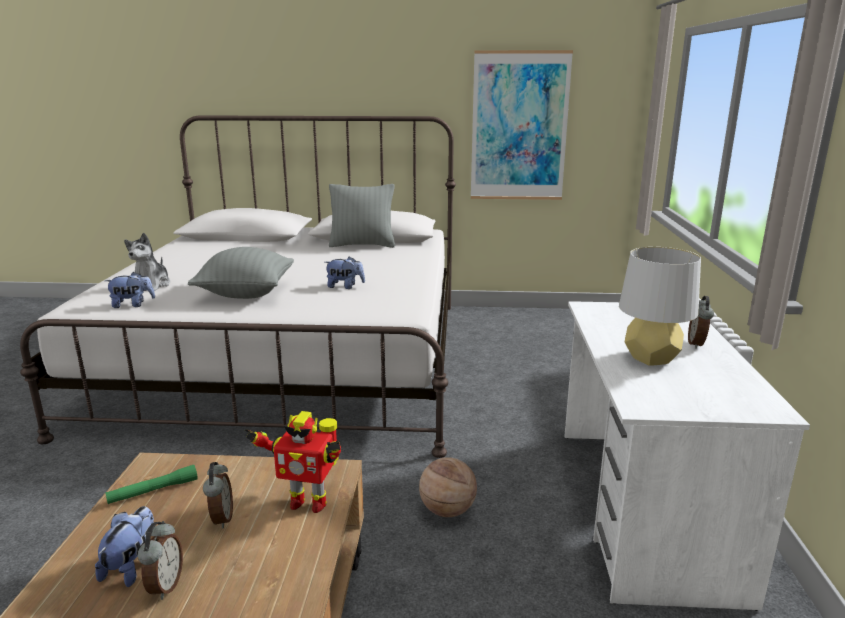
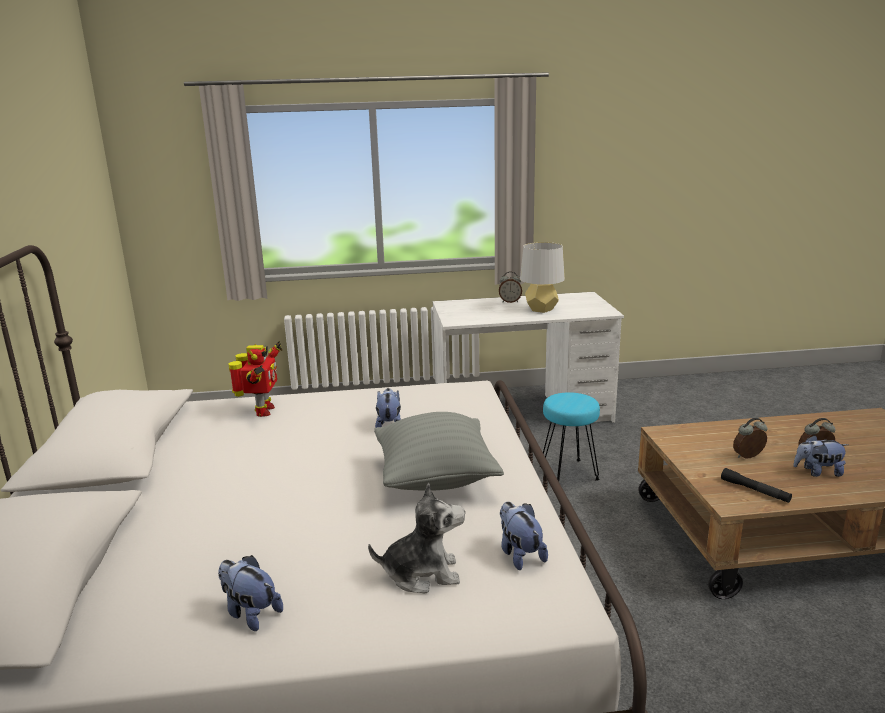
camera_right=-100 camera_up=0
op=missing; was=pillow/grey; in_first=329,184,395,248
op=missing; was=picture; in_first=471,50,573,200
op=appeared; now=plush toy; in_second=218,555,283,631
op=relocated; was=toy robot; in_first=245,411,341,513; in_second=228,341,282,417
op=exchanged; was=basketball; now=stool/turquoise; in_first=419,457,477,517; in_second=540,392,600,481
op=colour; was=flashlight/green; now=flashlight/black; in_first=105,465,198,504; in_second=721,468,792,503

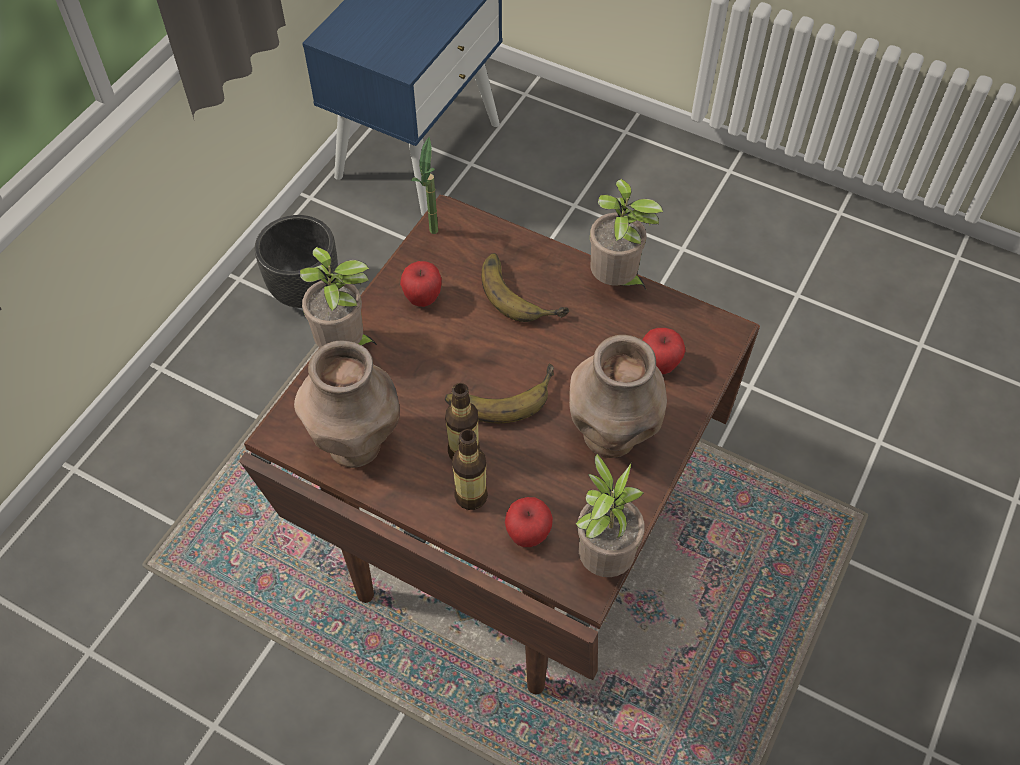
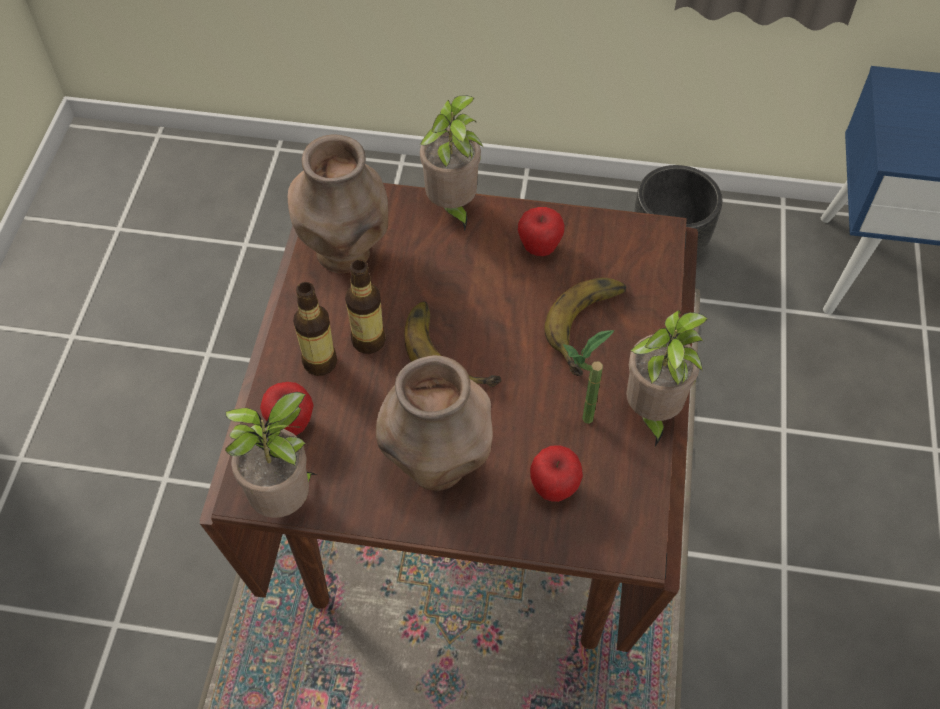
camera_right=70 camera_up=0
op=relocated; was=potted plant; in_first=410,137,438,234; in_second=563,330,614,424

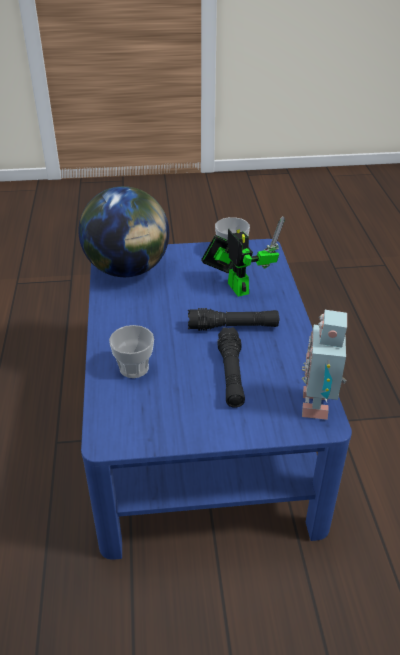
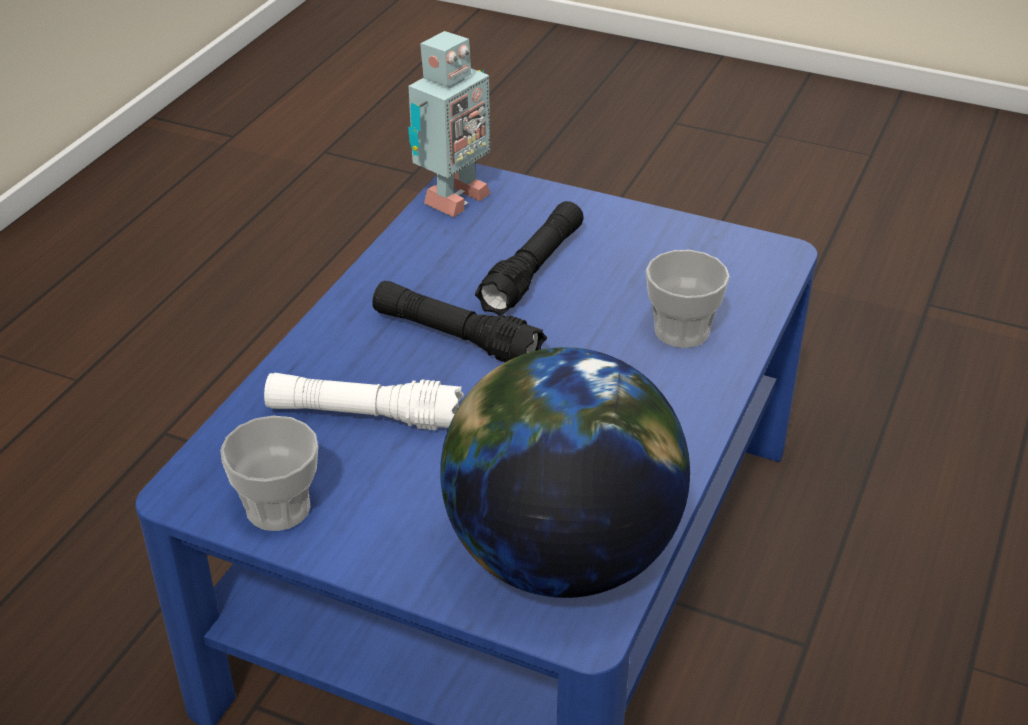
camera_right=-150 camera_up=0
op=exchanged; was=toy robot; now=flashlight/white; in_first=201,216,285,297; in_second=264,373,464,430

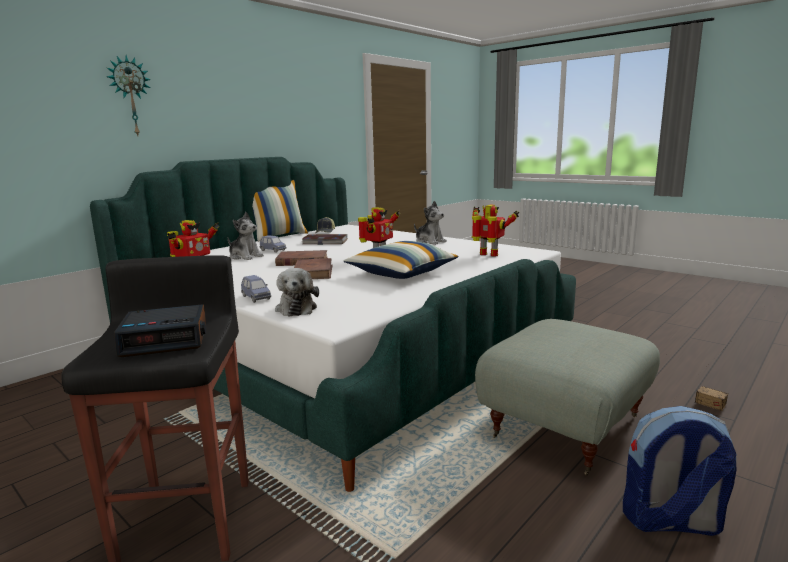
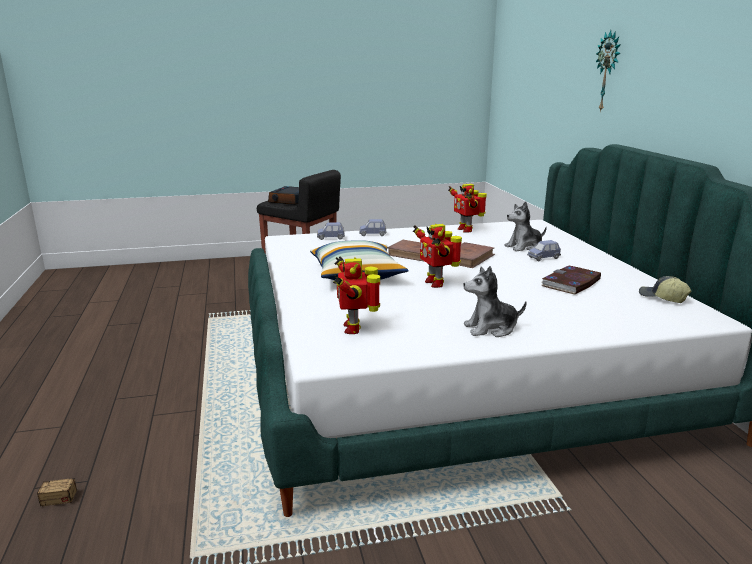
camera_right=125 camera_up=5
op=missing; was=pillow; in_first=252,180,308,242
op=missing; was=ottoman/grey; in_first=475,319,660,476
op=missing; was=backpack; in_first=623,406,737,536
op=exchanged; was=plush toy; now=toy car/blue; in_first=275,268,319,316; in_second=317,222,345,240
op=spun; was=toy robot; in_first=472,205,519,257; in_second=333,256,380,334; clockwise=105

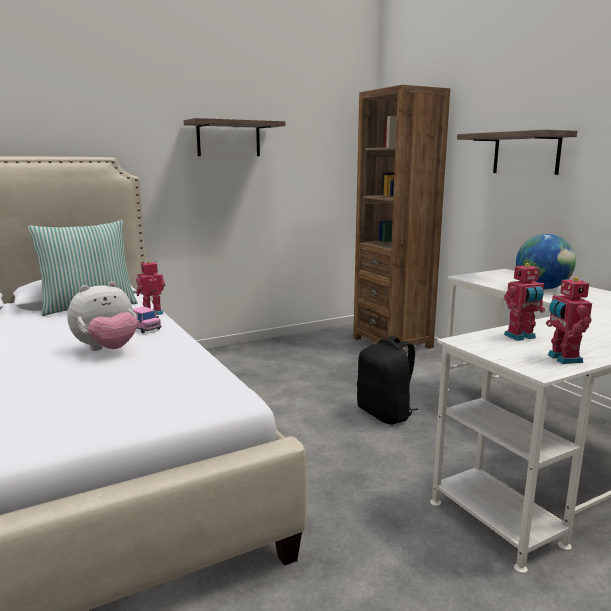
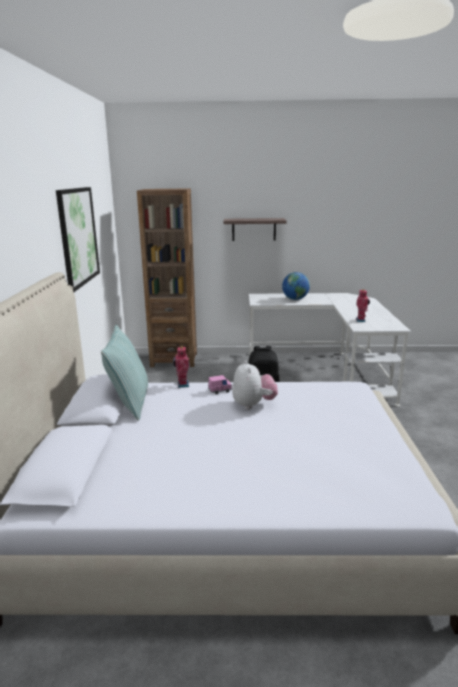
camera_right=-60 camera_up=5
op=missing; was=toy robot; in_first=546,276,592,364
op=exchanged; was=shelf; now=picture; in_first=184,118,285,156; in_second=56,187,100,292

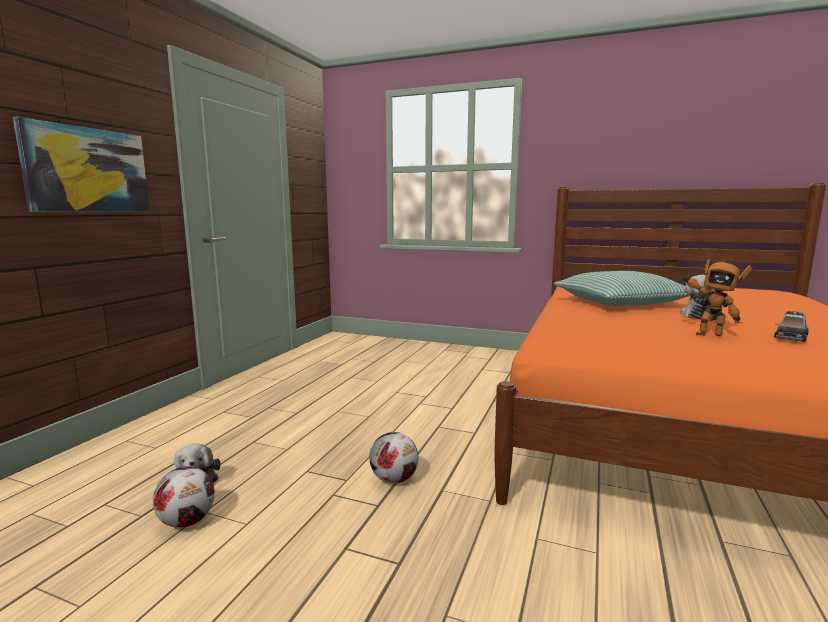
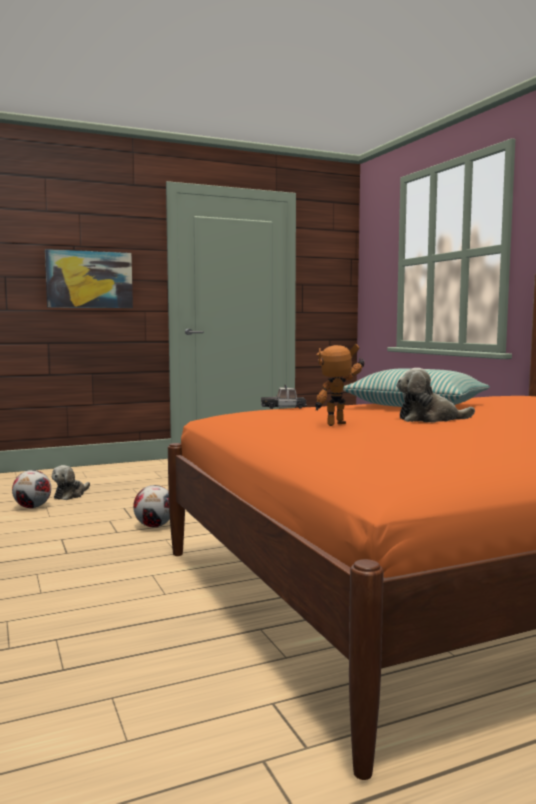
camera_right=45 camera_up=-5
op=relocated; was=toy car; in_first=774,311,810,342; in_second=261,385,307,409
op=spun; was=toy robot; in_first=681,259,752,336; in_second=315,344,365,426; clockwise=75

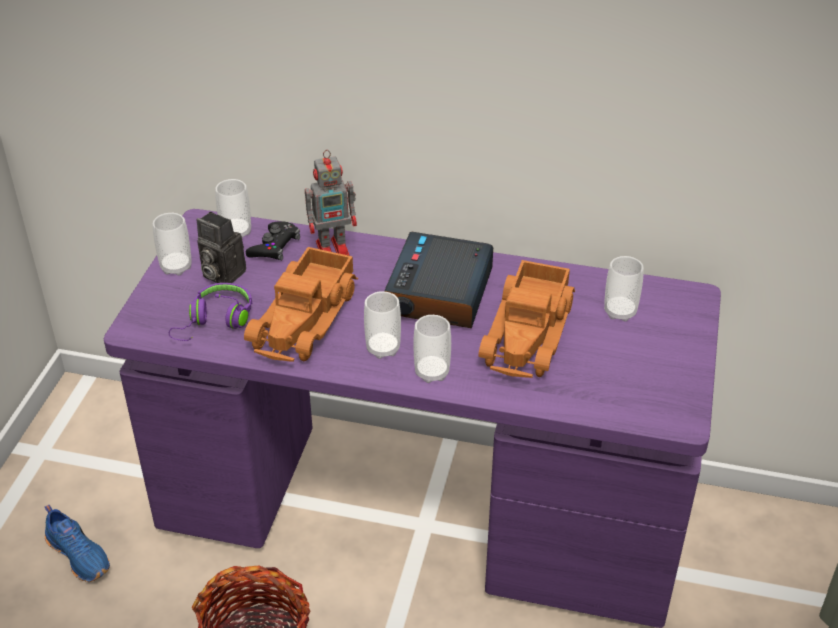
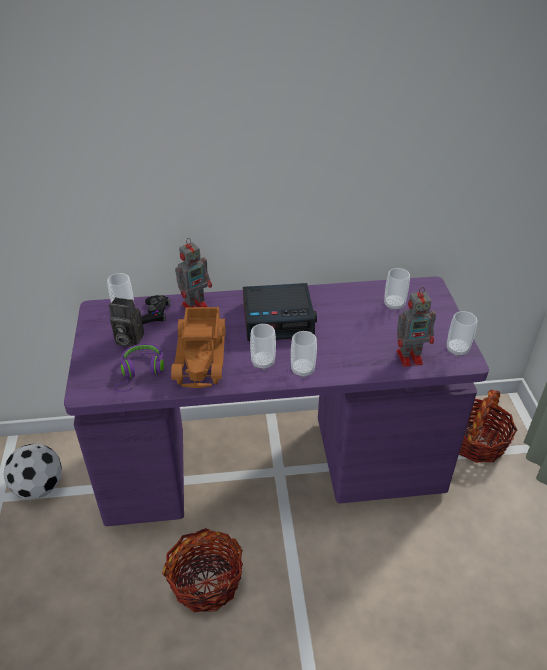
camera_right=-20 camera_up=0
op=missing; was=shoe/blue; in_first=45,505,110,582
op=missing; was=toy truck; in_first=478,260,575,378
op=appeared; now=football; in_second=4,443,62,499
op=appeared; now=toy robot; in_second=396,287,436,367
op=appeared; now=basket; in_second=459,390,517,463
op=relocated; was=cup; in_first=153,213,192,275; in_second=447,311,477,357
op=spun; was=alarm clock; in_first=384,232,493,328; in_second=243,283,317,341; clockwise=-90

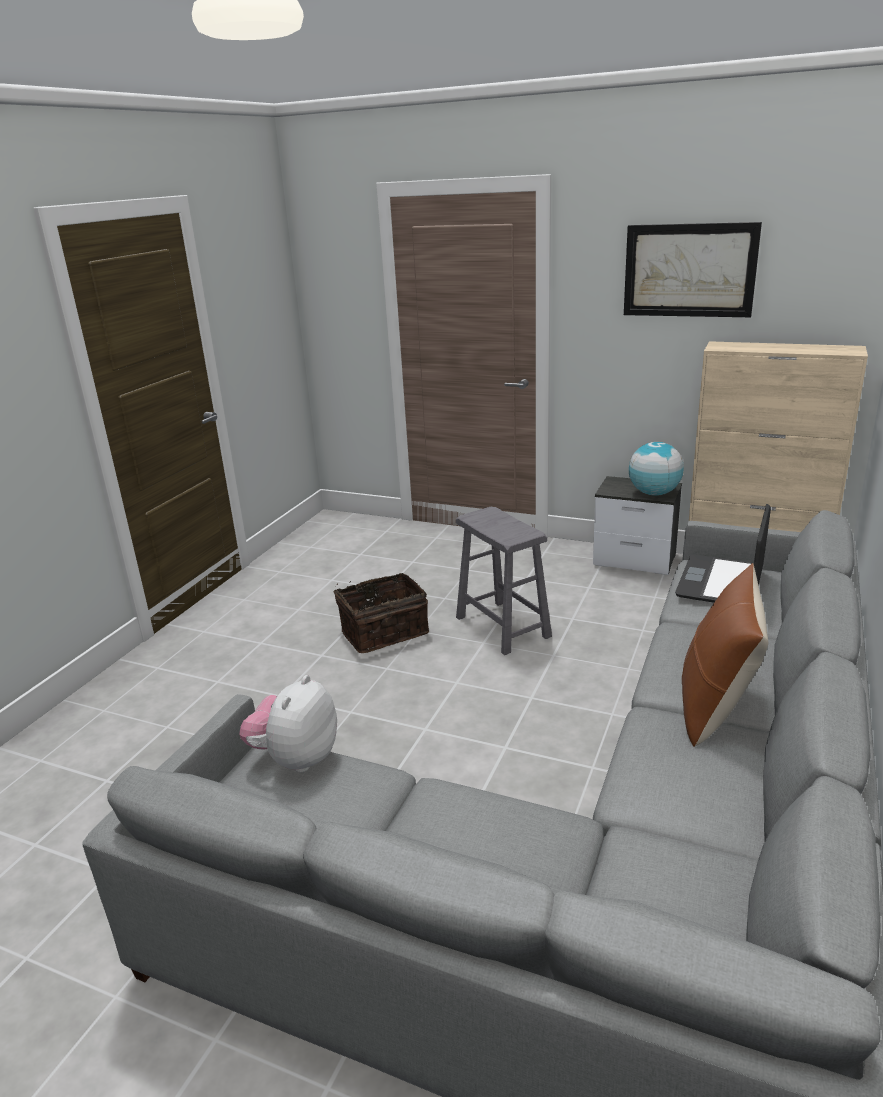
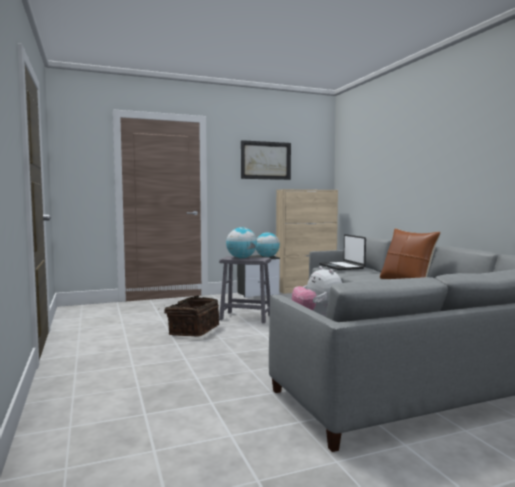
camera_right=-45 camera_up=-20
op=appeared; now=globe; in_second=226,227,257,258

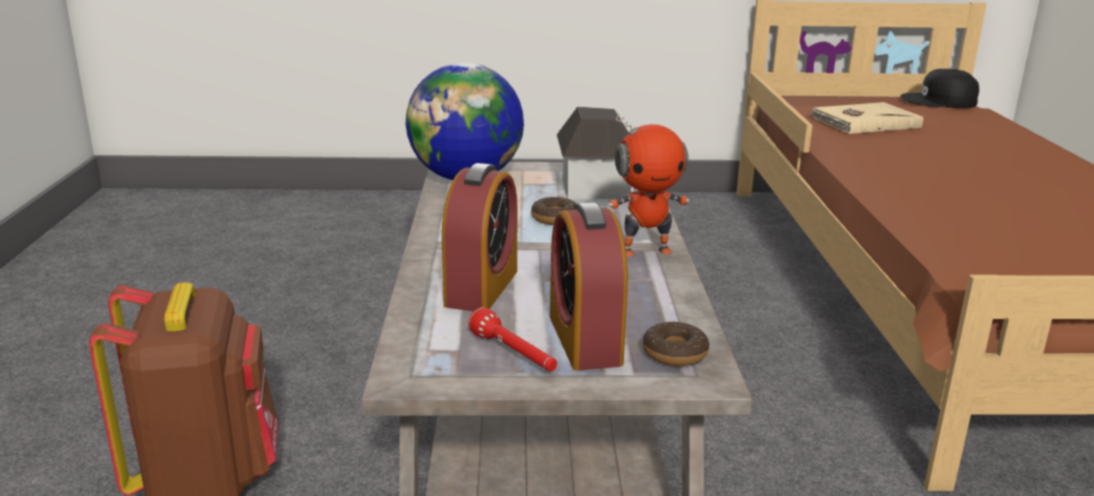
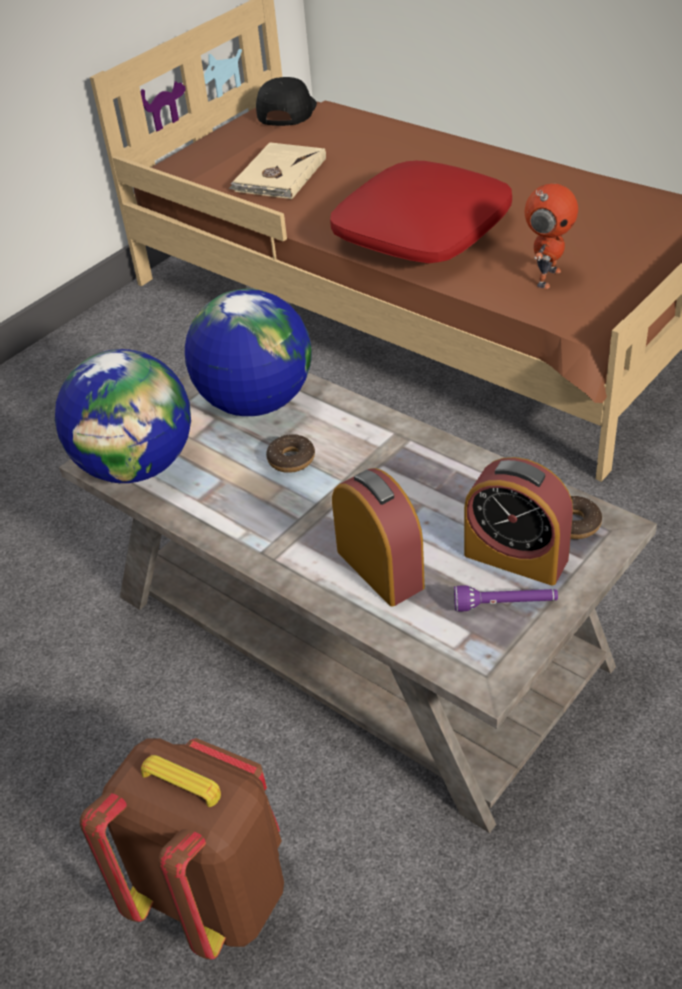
camera_right=-45 camera_up=20
op=appeared; now=pillow/red; in_second=330,161,512,263
op=relocated; was=toy robot; in_first=608,114,689,257; in_second=525,183,578,289
op=exchanged; was=toy house; now=globe; in_first=557,107,631,200; in_second=185,289,311,416
op=colour; was=flashlight/red; now=flashlight/purple; in_first=468,307,557,371; in_second=454,585,558,612
op=spun; was=cap/black; in_first=900,69,979,108; in_second=256,77,317,126; clockwise=135

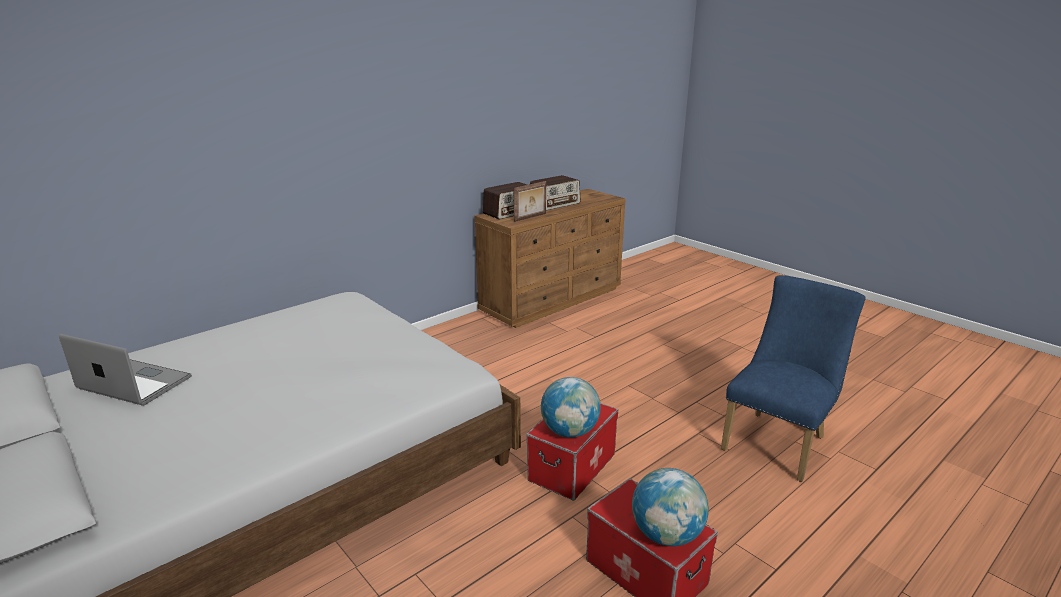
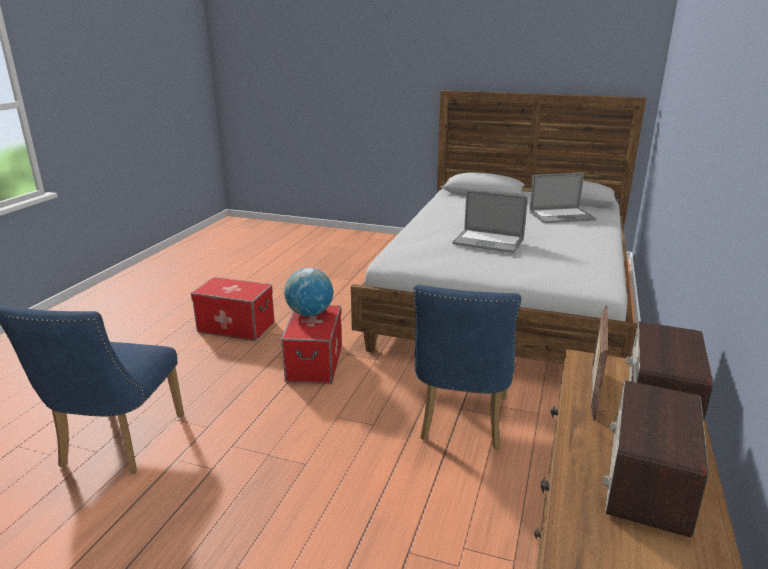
camera_right=150 camera_up=0
op=missing; was=globe; in_first=632,468,709,546
op=appeared; now=chair/blue; in_second=414,285,521,449
op=appeared; now=laptop; in_second=452,190,528,253

